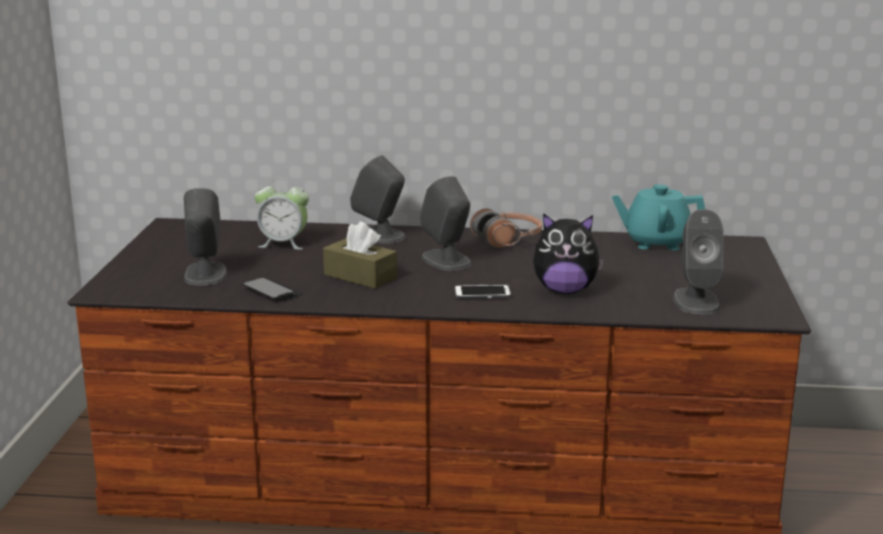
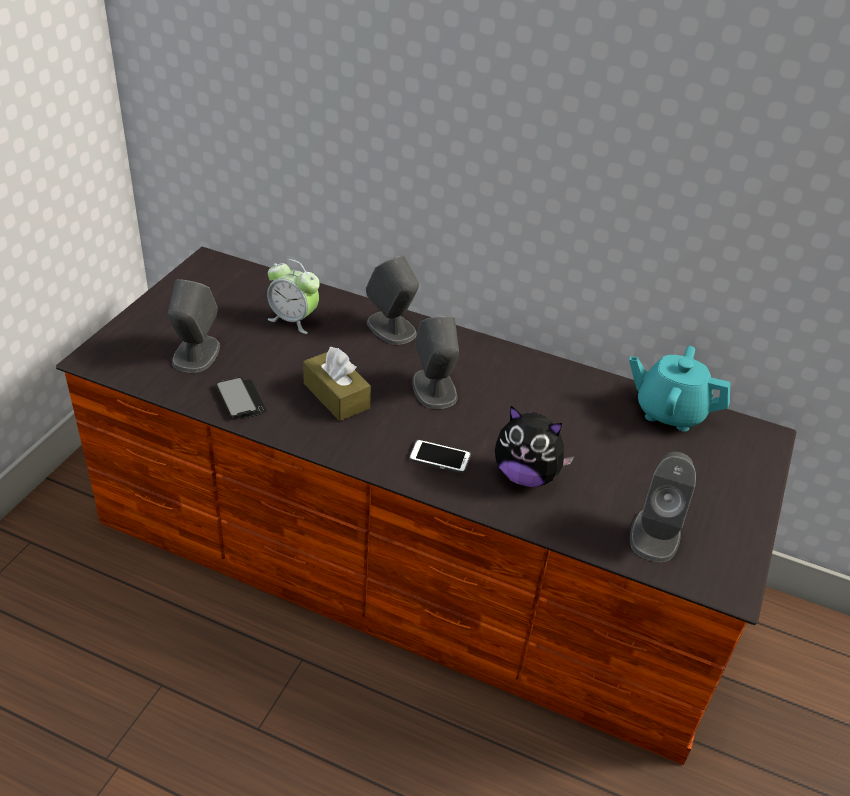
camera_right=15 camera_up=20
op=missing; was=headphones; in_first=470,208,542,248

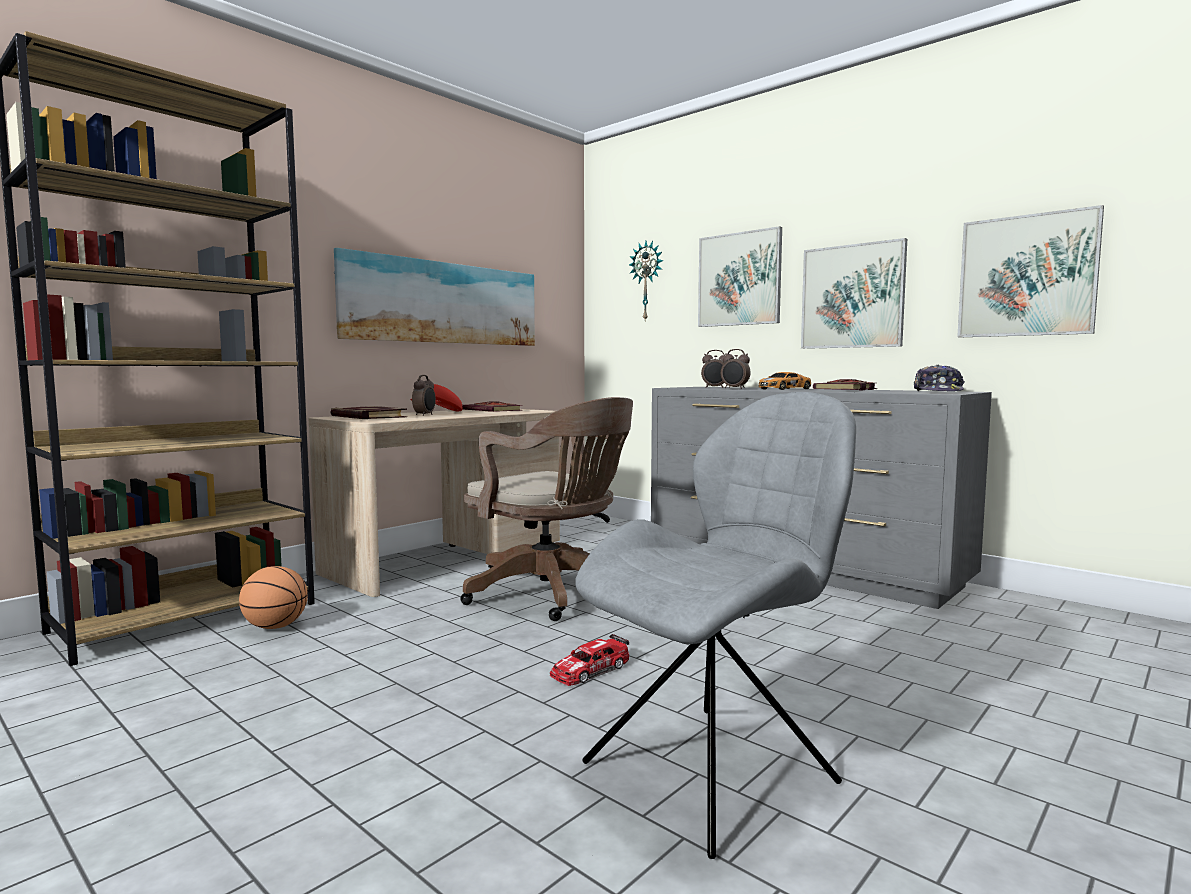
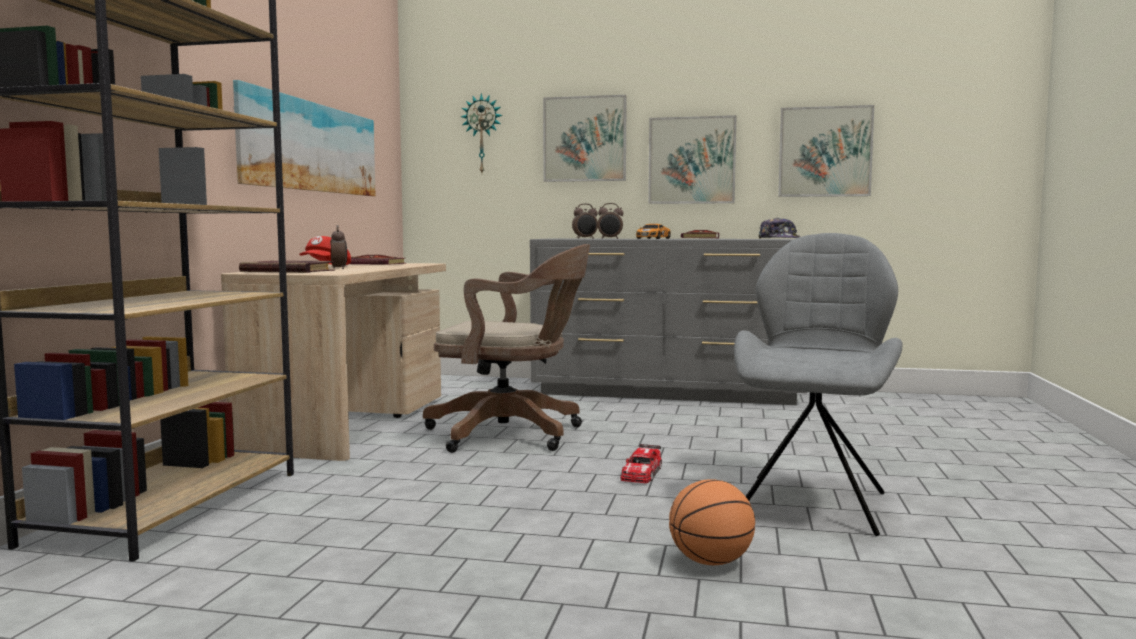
camera_right=-30 camera_up=0
op=relocated; was=basketball; in_first=239,566,308,629; in_second=669,479,755,565

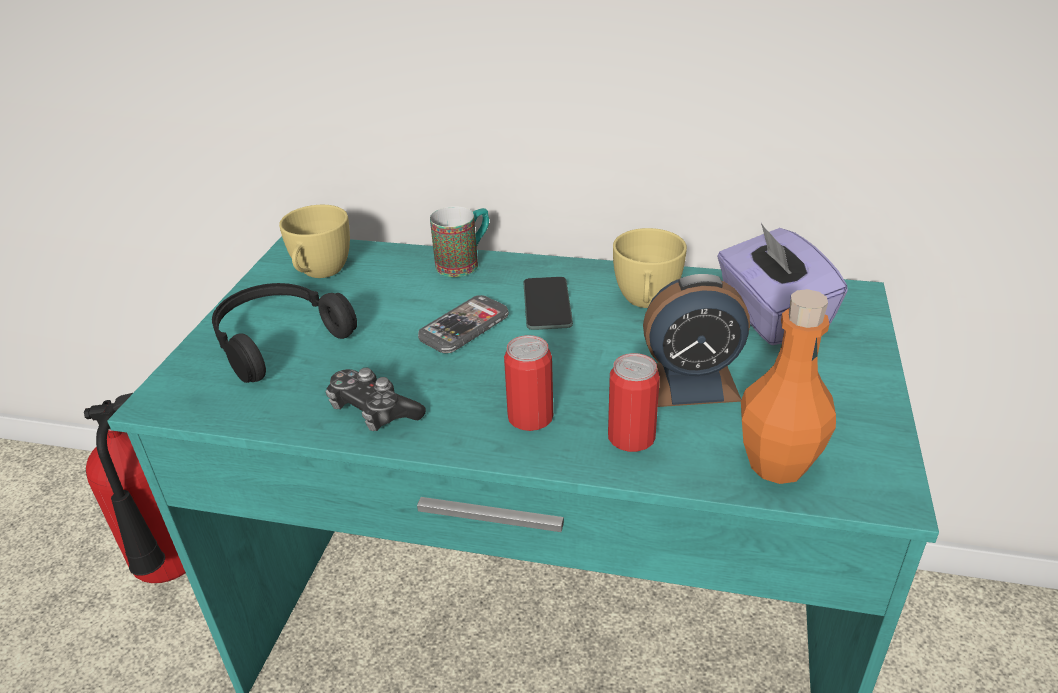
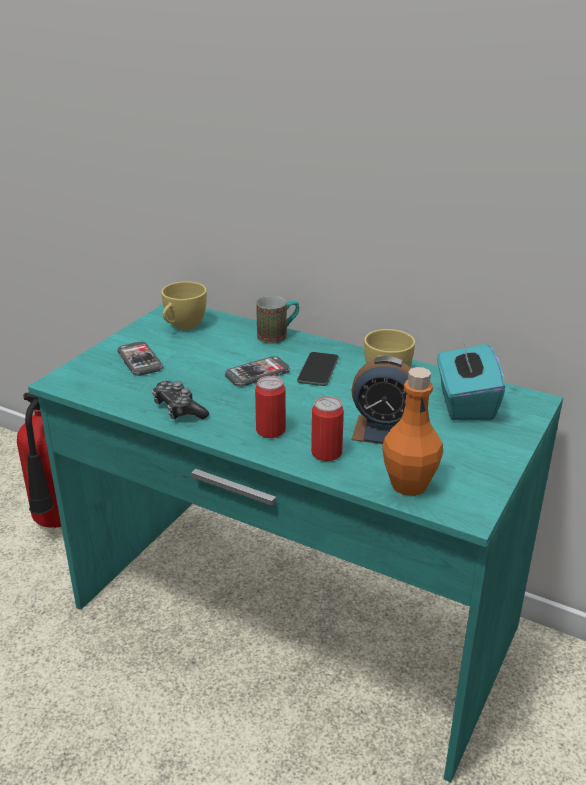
camera_right=15 camera_up=-5
op=exchanged; was=headphones/black; now=phone; in_first=212,283,357,383; in_second=117,342,163,376
op=colour; was=tissue box/purple; now=tissue box/turquoise; in_first=717,223,848,345; in_second=437,337,505,421

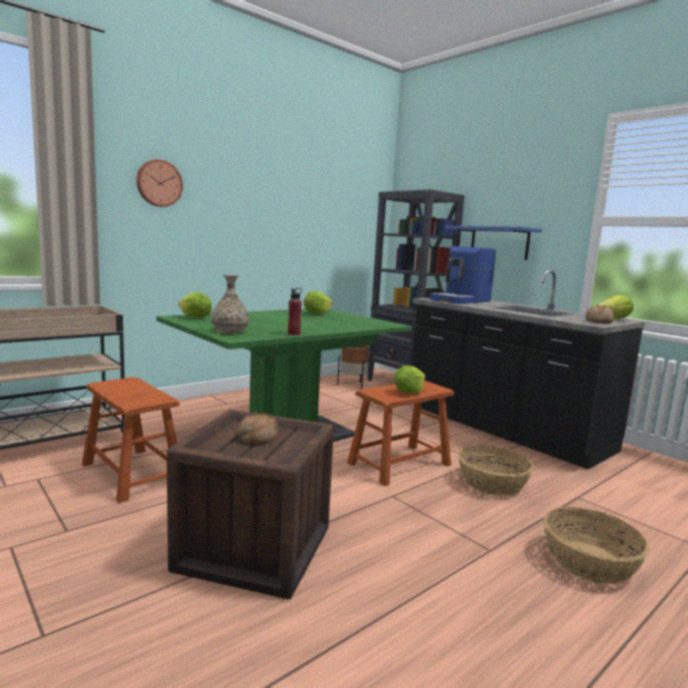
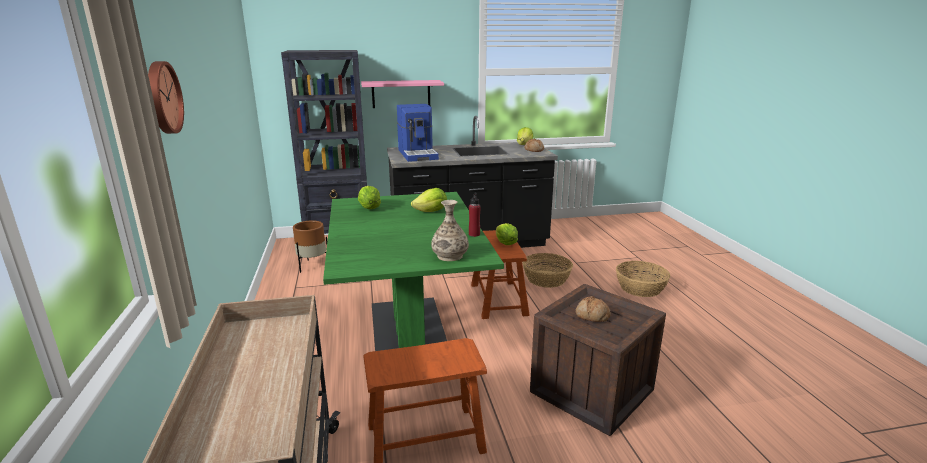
camera_right=-60 camera_up=10
op=relocated; was=lettuce; in_first=178,292,212,318; in_second=411,188,447,212
op=colour; was=shelf/blue; now=shelf/pink; in_first=445,226,542,260; in_second=361,80,444,108

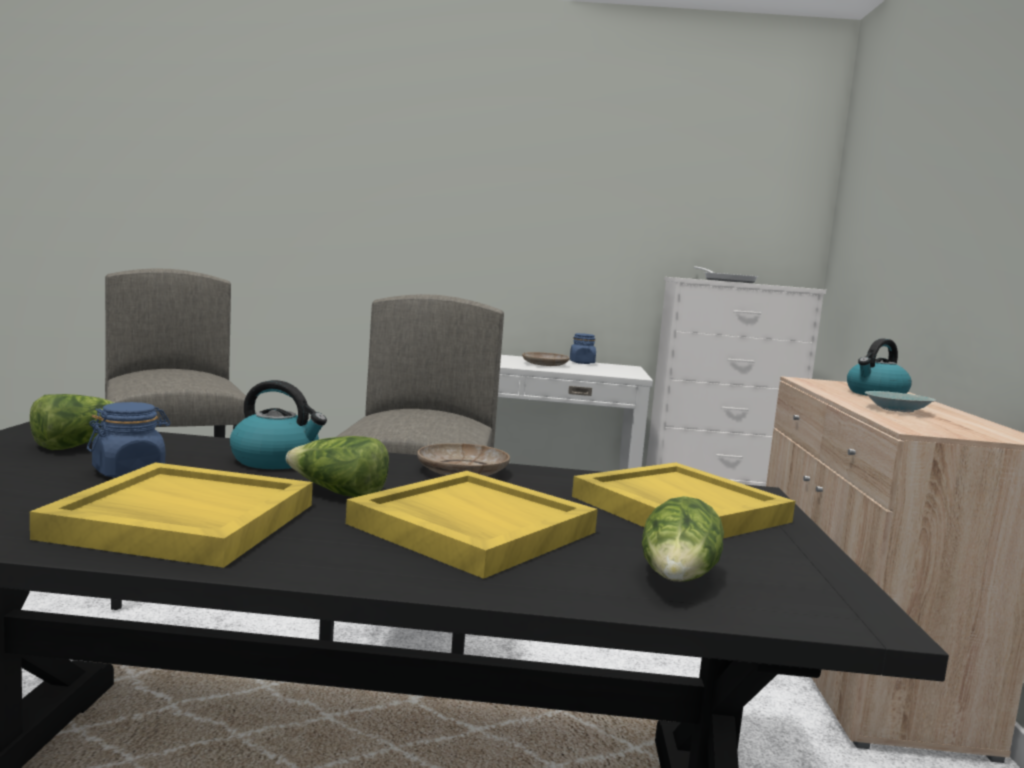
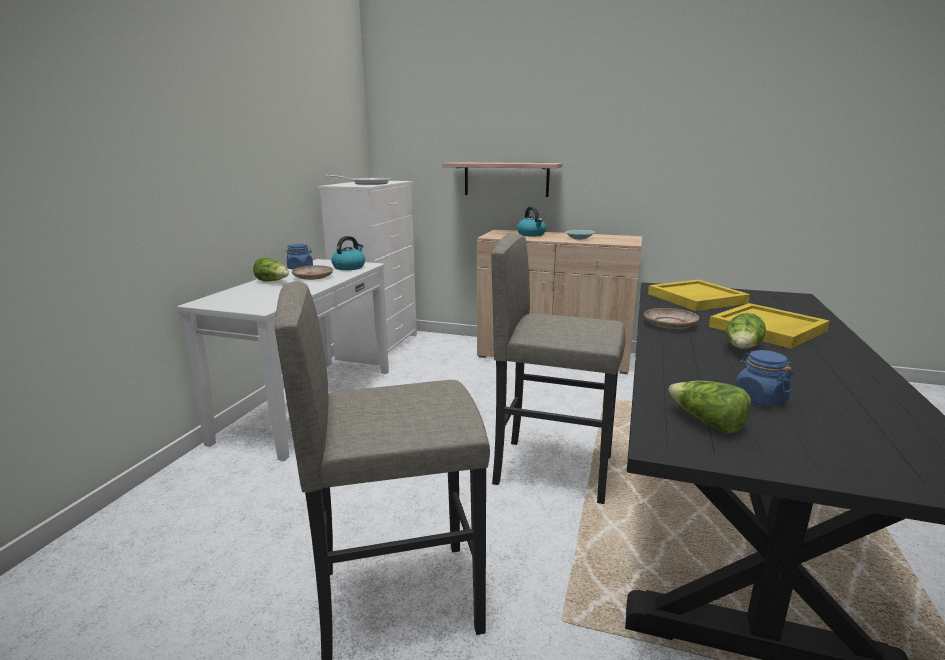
camera_right=-75 camera_up=10
op=missing; was=tray/yellow; in_first=30,462,313,568
op=appeared; now=shelf; in_second=442,162,562,197
op=relocated; was=kettle; in_first=230,380,327,469; in_second=331,236,365,270
op=relocated; was=lettuce; in_first=642,496,724,582; in_second=253,257,289,282

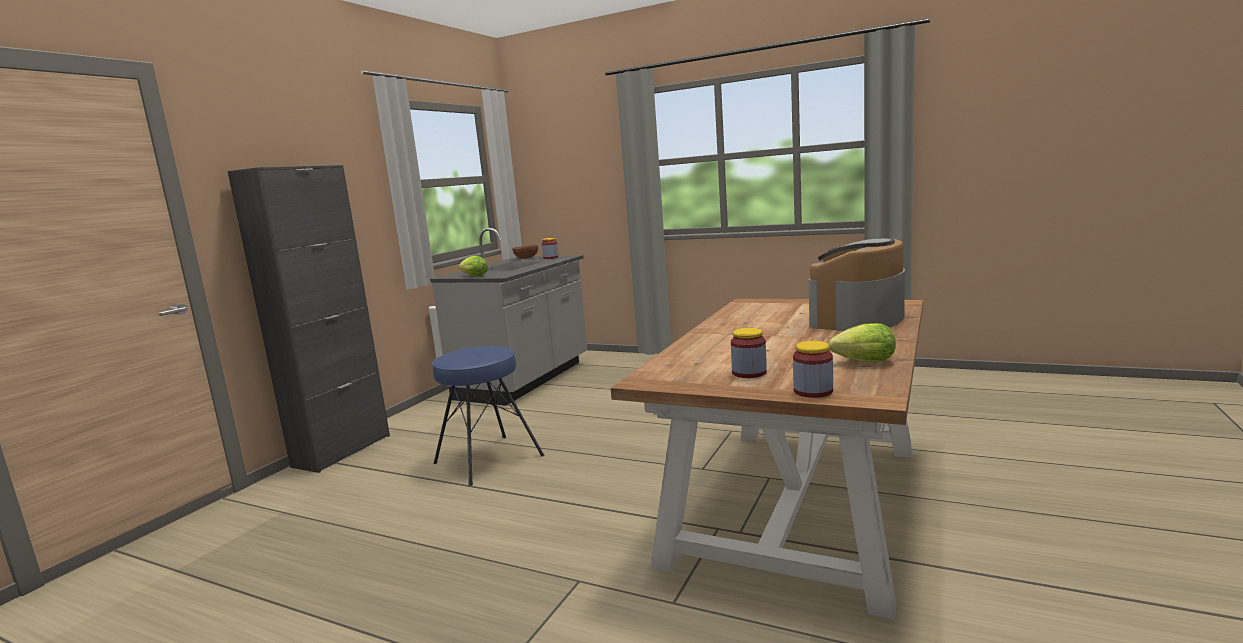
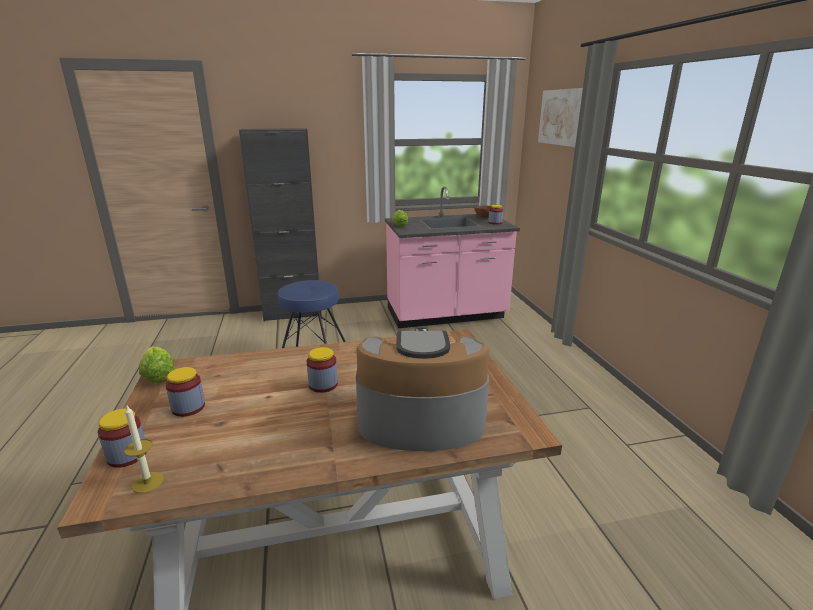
camera_right=50 camera_up=10
op=appeared; now=candle; in_second=124,406,164,493
op=appeared; now=jar; in_second=307,347,338,393
op=appeared; now=picture; in_second=538,88,583,147
op=relocated; was=lettuce; in_first=828,323,896,362; in_second=139,346,175,383
op=colour; was=counter/grey; now=counter/pink; in_first=430,228,588,406; in_second=385,186,520,328

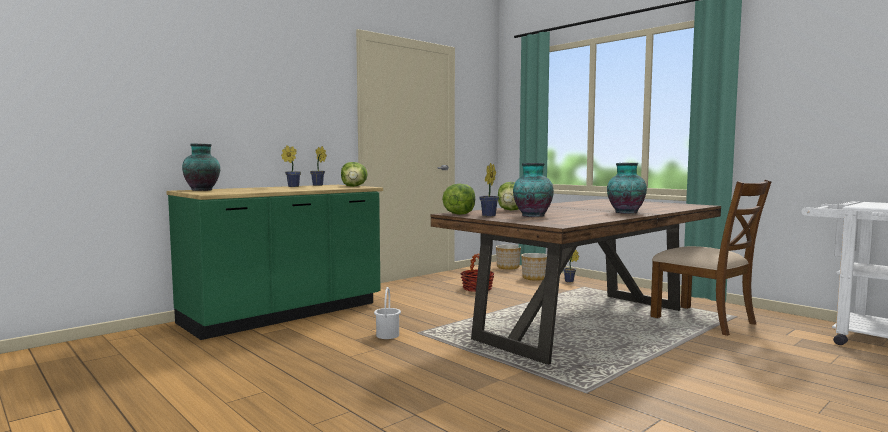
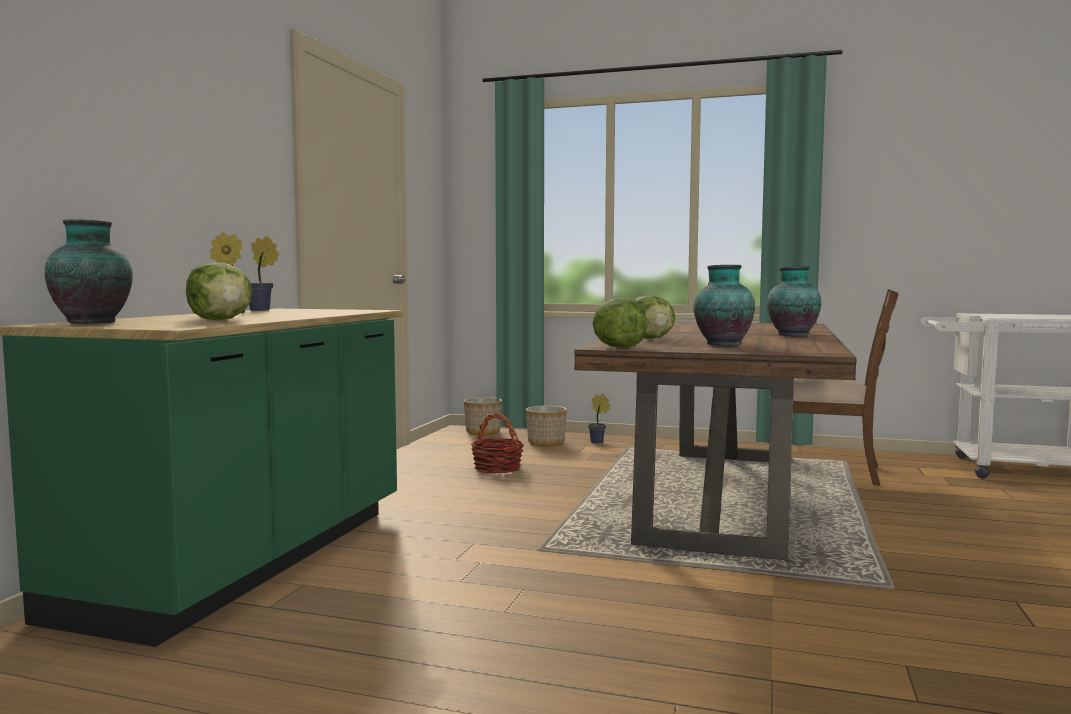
camera_right=-30 camera_up=0
op=missing; was=bucket/white; in_first=374,287,401,339
op=missing; was=potted plant; in_first=479,163,499,217
op=relocated; was=lettuce; in_first=341,162,368,187; in_second=186,262,253,320

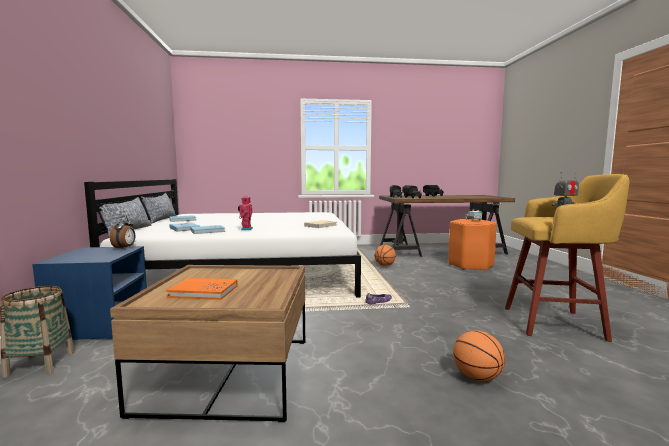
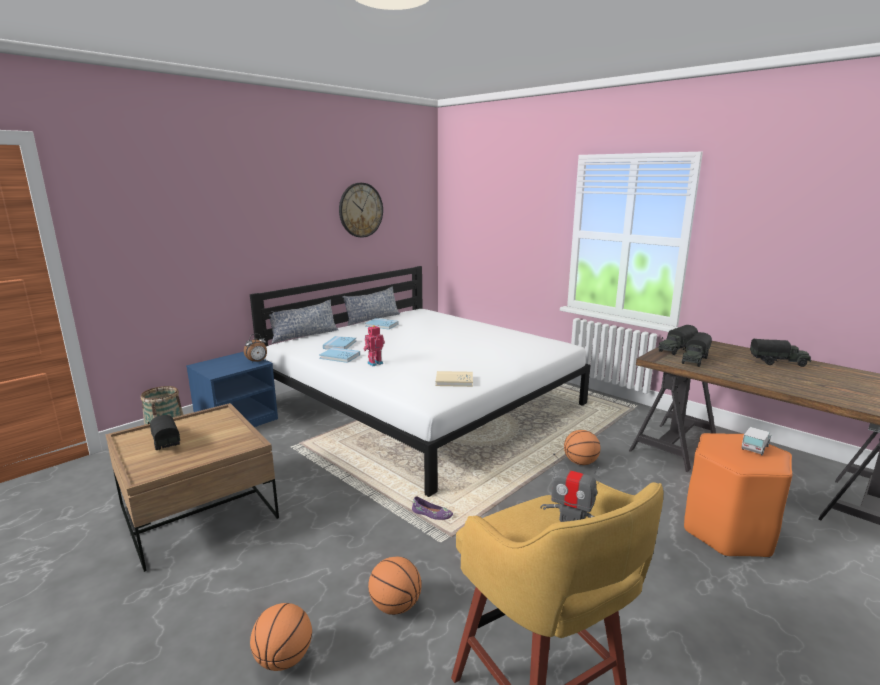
camera_right=50 camera_up=10
op=appeared; now=wall clock; in_second=339,183,383,238
op=appeared; now=basketball; in_second=368,557,421,615
op=exchanged; was=book/orange; now=toy truck; in_first=167,278,238,300; in_second=148,415,180,450

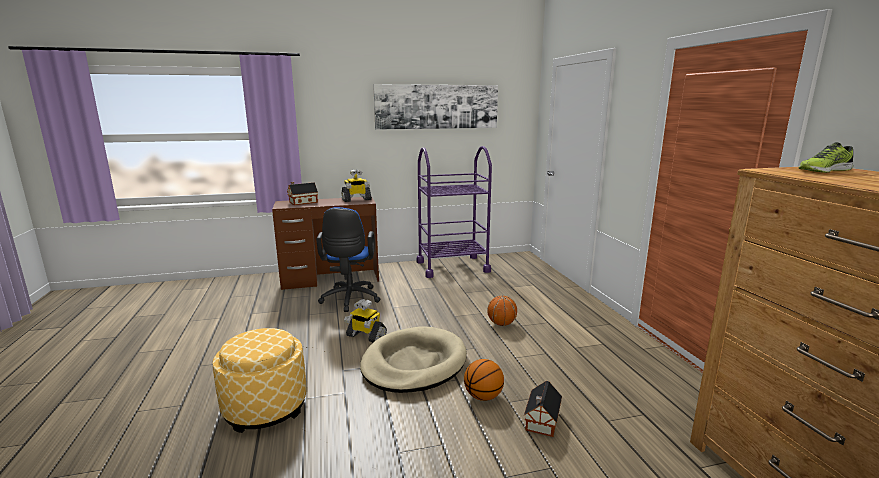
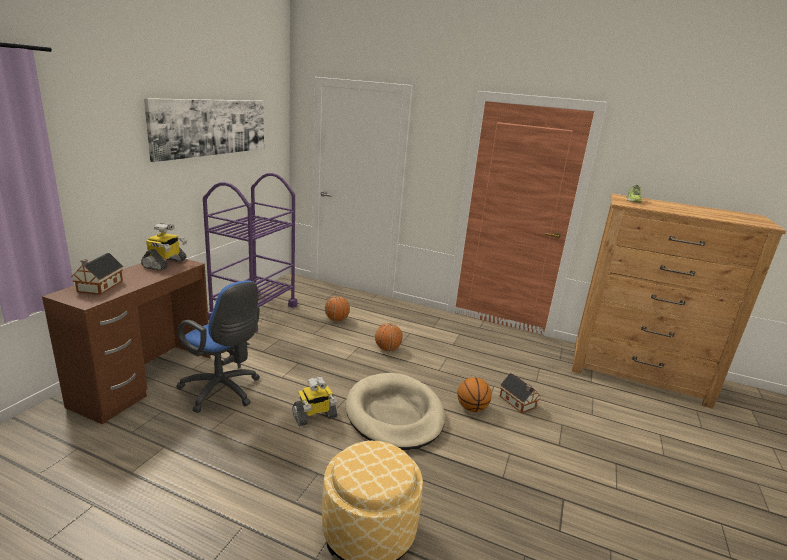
camera_right=-55 camera_up=5
op=appeared; now=basketball; in_second=325,296,350,321

